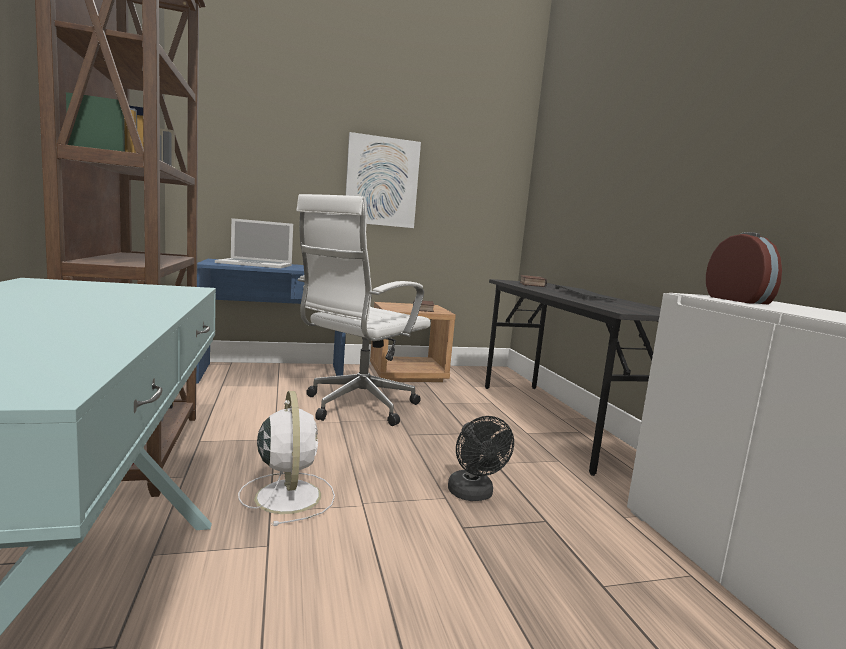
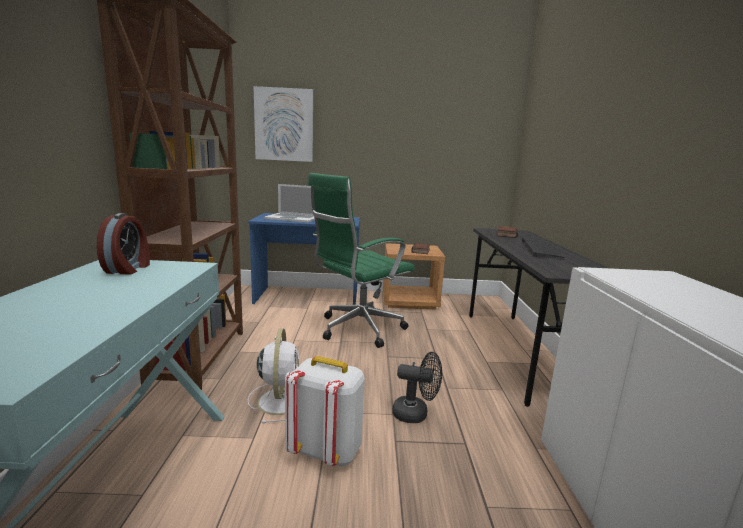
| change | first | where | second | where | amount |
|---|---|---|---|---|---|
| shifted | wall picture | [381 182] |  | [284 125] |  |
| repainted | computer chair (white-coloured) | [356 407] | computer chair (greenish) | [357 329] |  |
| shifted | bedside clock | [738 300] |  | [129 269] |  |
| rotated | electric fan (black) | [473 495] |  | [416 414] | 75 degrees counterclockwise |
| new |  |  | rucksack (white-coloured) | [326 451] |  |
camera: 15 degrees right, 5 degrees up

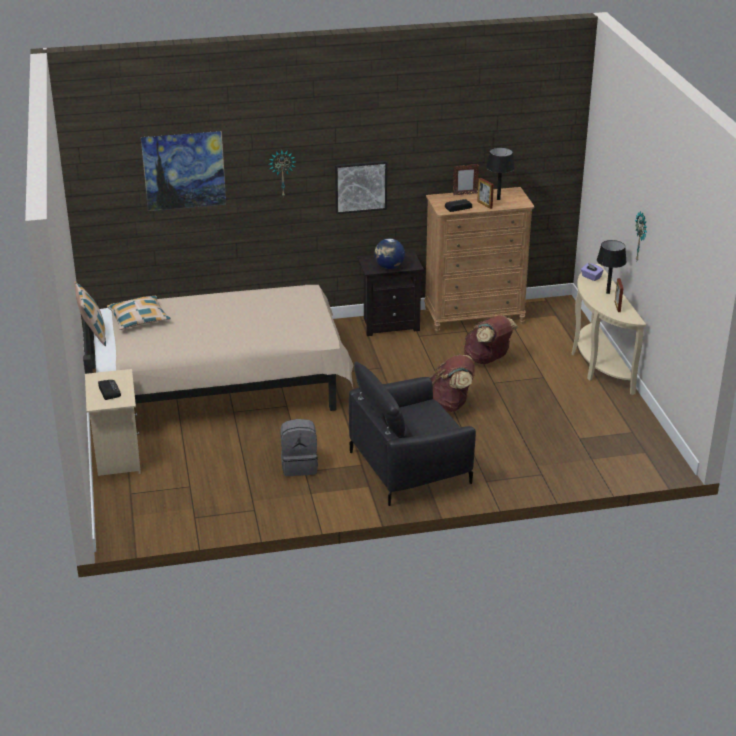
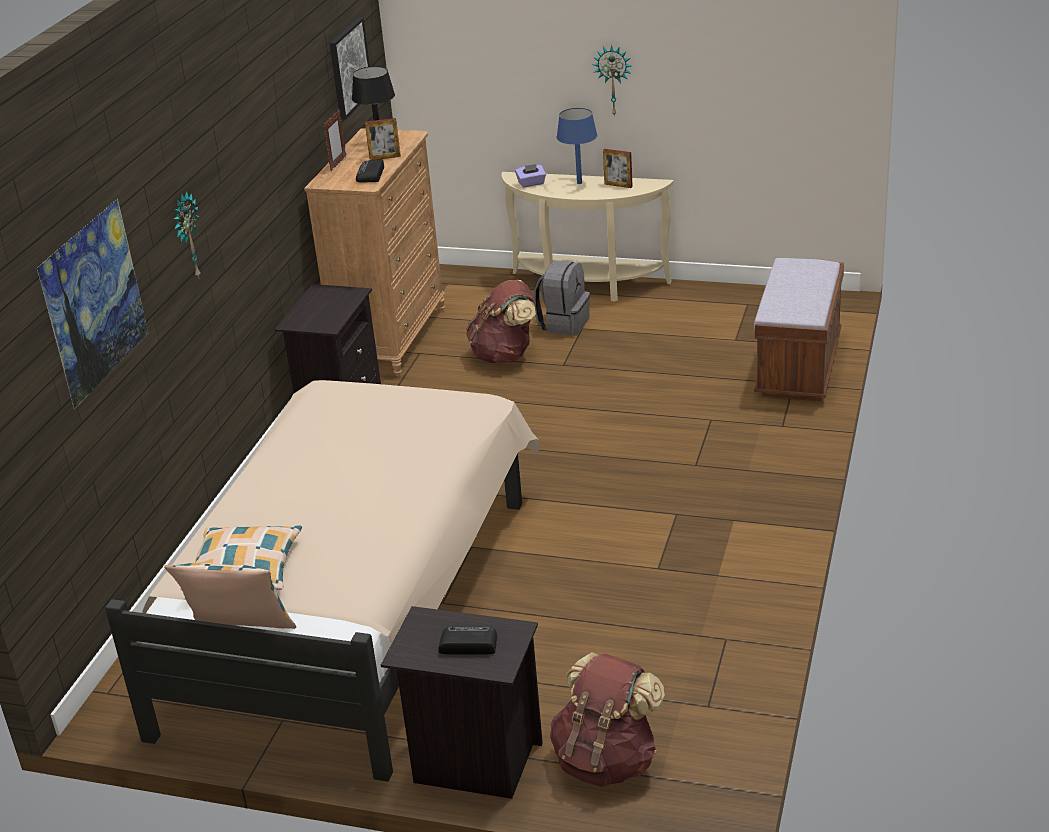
| change | first | where | second | where | amount |
|---|---|---|---|---|---|
| shifted | wall picture | [360 186] |  | [349 67] |  |
| gone | desk globe | [389 267] |  |  |  |
| repainted | lamp for a table (black) | [608 292] | lamp for a table (blue-coloured) | [579 183] |  |
| shifted | rucksack (brownish) | [449 405] |  | [607 760] |  |
| gone | armchair (black) | [410 467] |  |  |  |
| repainted | bedside table (beige) | [117 457] | bedside table (black) | [473 763] |  |
| shifted | rucksack (grey) | [299 466] |  | [563 324] |  |
| new |  |  | long seat (brownish) | [799 367] |  |
camera: 60 degrees left, 0 degrees up

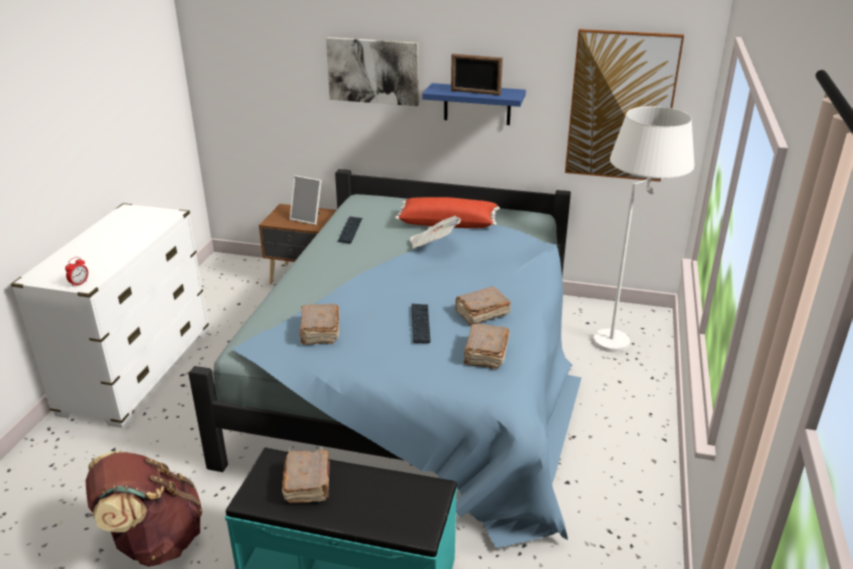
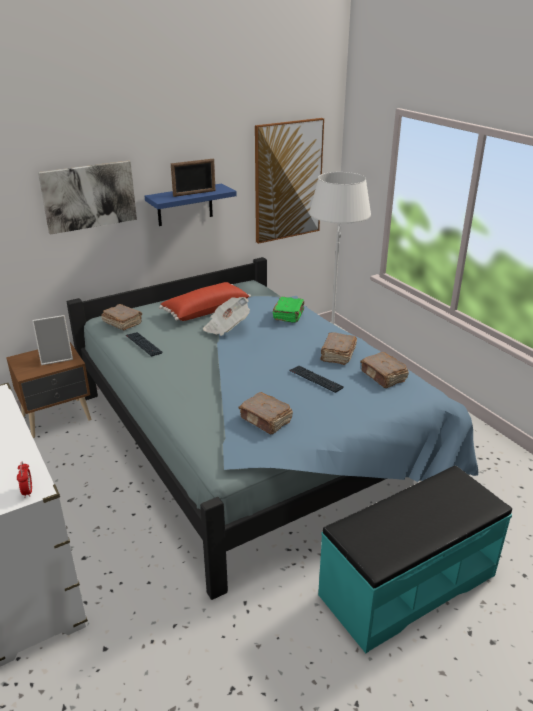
| change | first | where | second | where | amount |
|---|---|---|---|---|---|
| shifted | bound book (brownish) | [308 484] |  | [122 323] |  |
| gone | rucksack (brownish) | [154 541] |  |  |  |
| new |  |  | bound book (greenish) | [289 315] |  |
camera: 45 degrees left, 0 degrees up

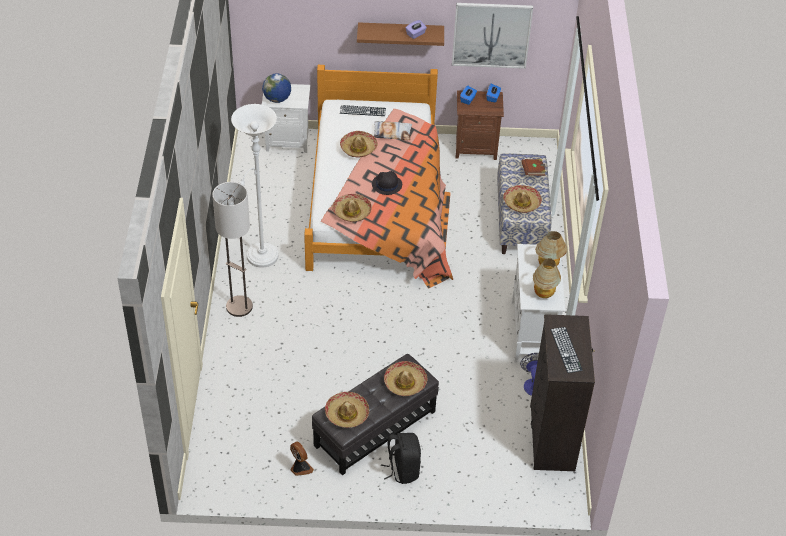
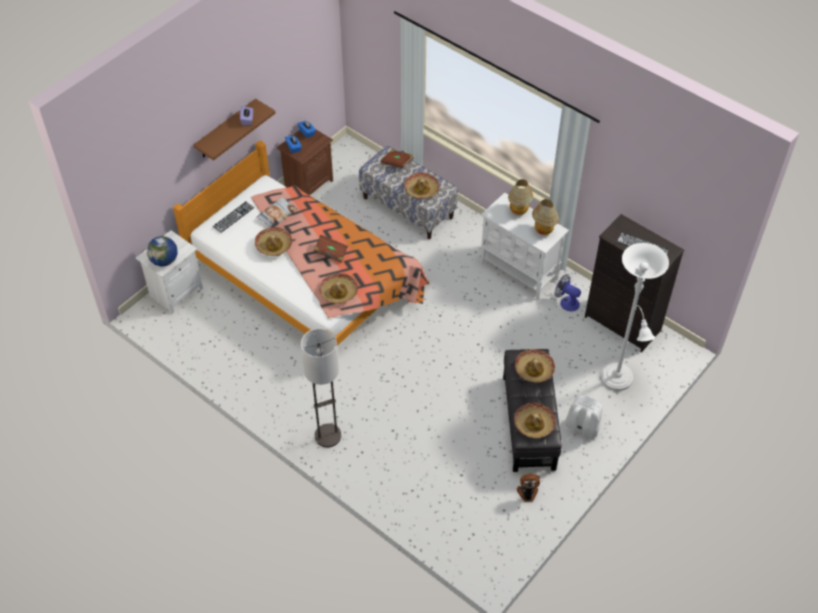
| change | first | where | second | where | amount |
|---|---|---|---|---|---|
| gone | wall picture | [491 35] |  |  |  |
| shifted | standard lamp (white-coloured) | [259 258] |  | [618 381] |  |
| swapped | clothing hat (black) | [386 185] | bound book (brownish) | [331 253] |  |
| repainted | rucksack (black) | [402 470] | rucksack (white-coloured) | [580 429] |  |
camera: 50 degrees left, 5 degrees up

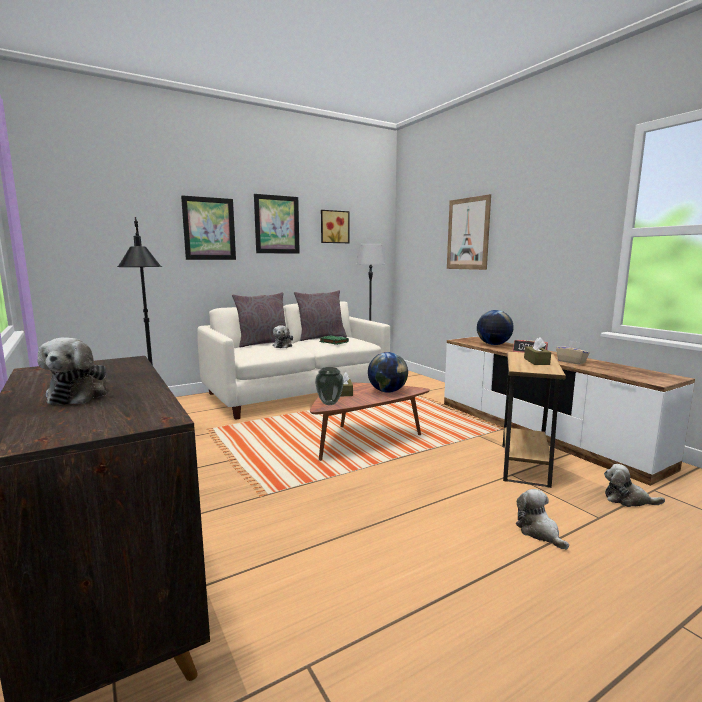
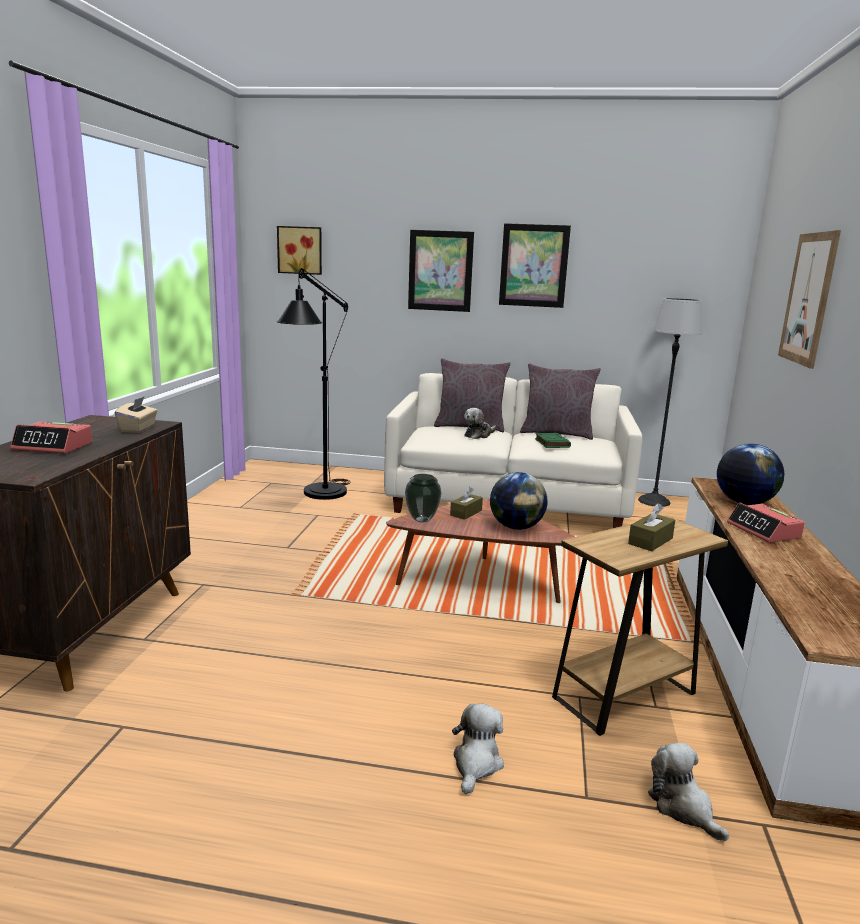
| change | first | where | second | where | amount |
|---|---|---|---|---|---|
| shifted | wall picture | [334 227] |  | [300 250] |  |
| swapped | plush toy | [80 394] | bedside clock | [53 446] |  |
| shifted | box of tissues (beige) | [571 362] |  | [138 429] |  |
camera: 40 degrees right, 5 degrees up

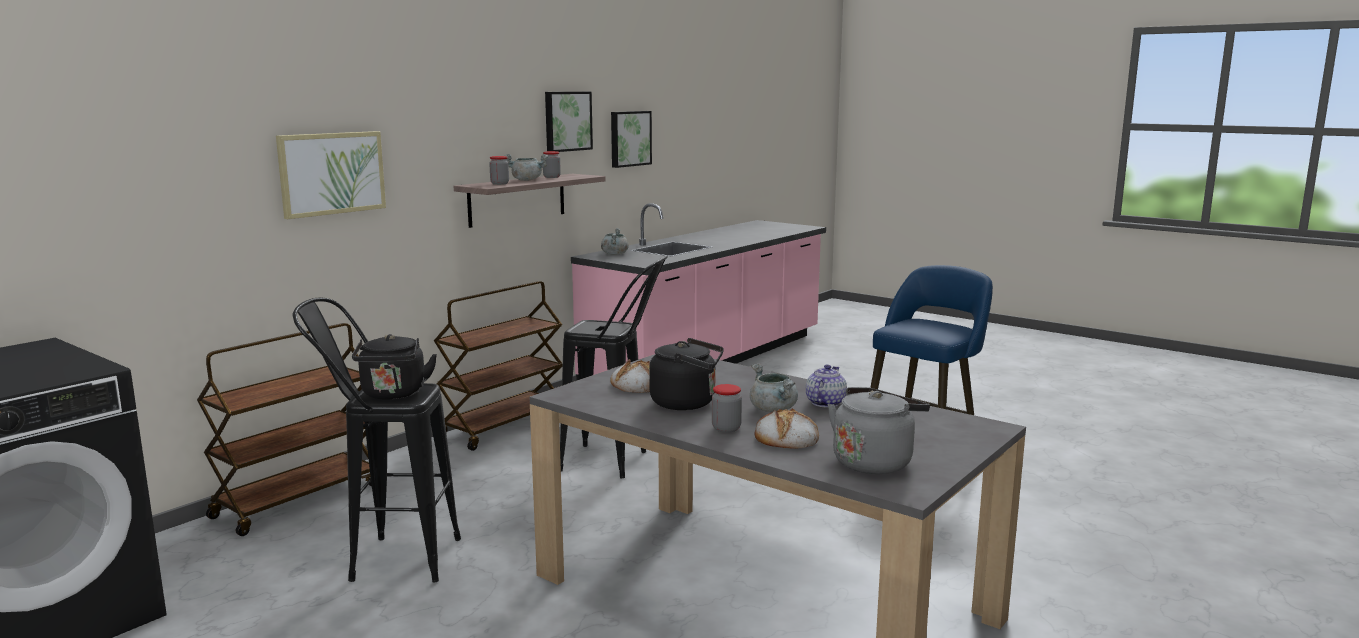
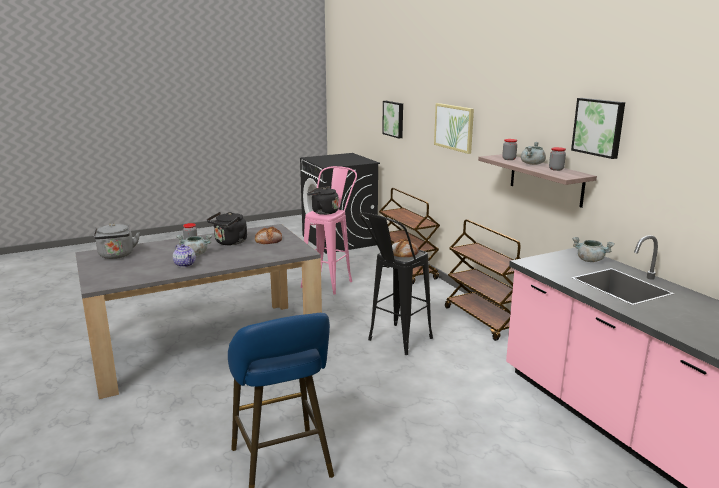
| change | first | where | second | where | amount |
|---|---|---|---|---|---|
| shifted | wall picture | [629 138] |  | [394 119] |  |
| repainted | sitting stool (black) | [388 559] | sitting stool (pink-coloured) | [330 282] |  |
| shifted | bread | [786 437] |  | [403 252] |  |
camera: 115 degrees right, 5 degrees up

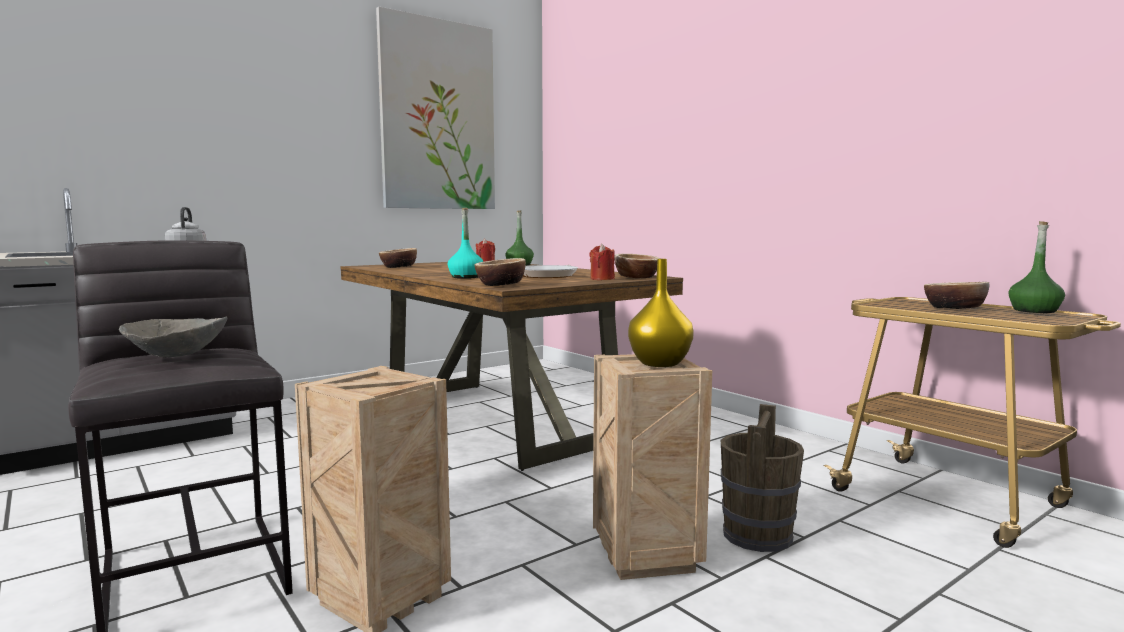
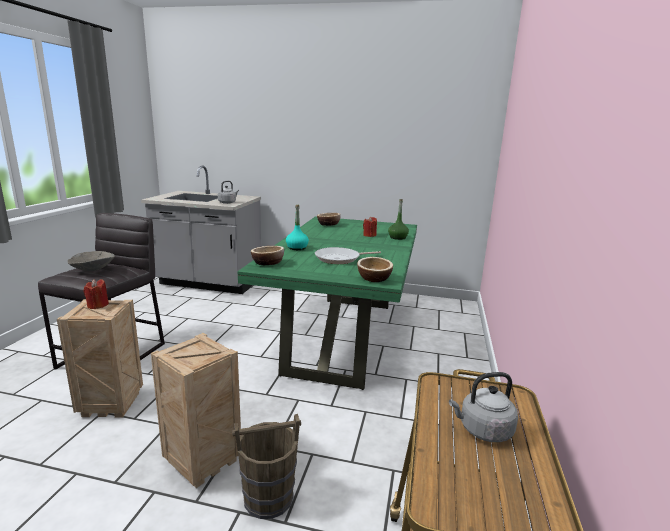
| change | first | where | second | where | amount |
|---|---|---|---|---|---|
| gone | wall picture | [438 116] |  |  |  |
| gone | drink bottle (greenish) | [1034 310] |  |  |  |
| shifted | candle (red-coloured) | [602 279] |  | [97 305] |  |
| gone | vase (yellow-coloured) | [659 363] |  |  |  |
| repainted | dining table (brownish) | [496 421] | dining table (greenish) | [342 337] |  |
| swapped | deep dish | [954 308] | tea kettle (grey) | [482 430] |  |
camera: 50 degrees right, 10 degrees up

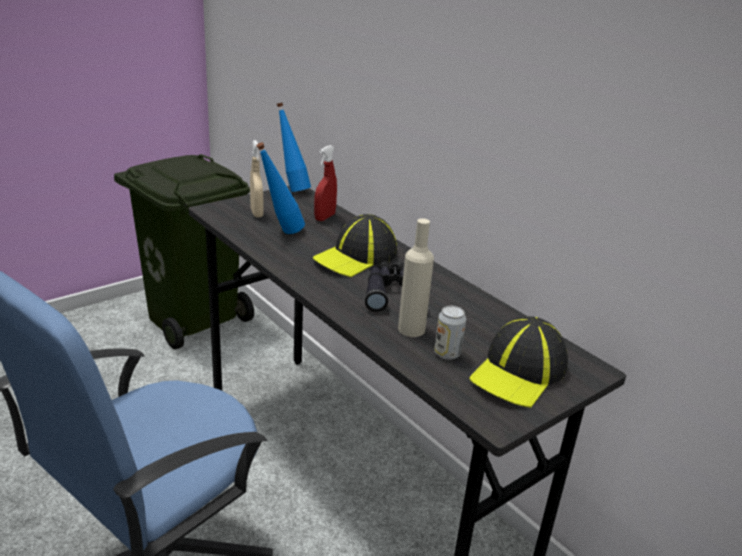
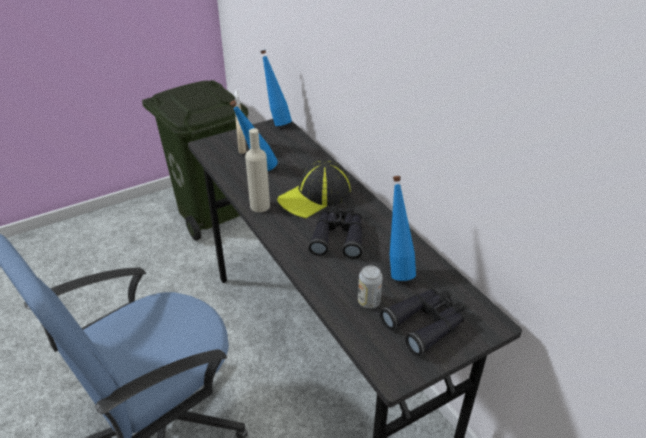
| change | first | where | second | where | amount |
|---|---|---|---|---|---|
| gone | spray bottle (red-coloured) | [325 217] |  |  |  |
| shifted | drink bottle (beige) | [411 329] |  | [260 206] |  |
| swapped | cap | [519 372] | binoculars (black) | [426 323] |  |
| new |  |  | drink bottle (blue-coloured) | [397 269] |  |
camera: 10 degrees right, 10 degrees up

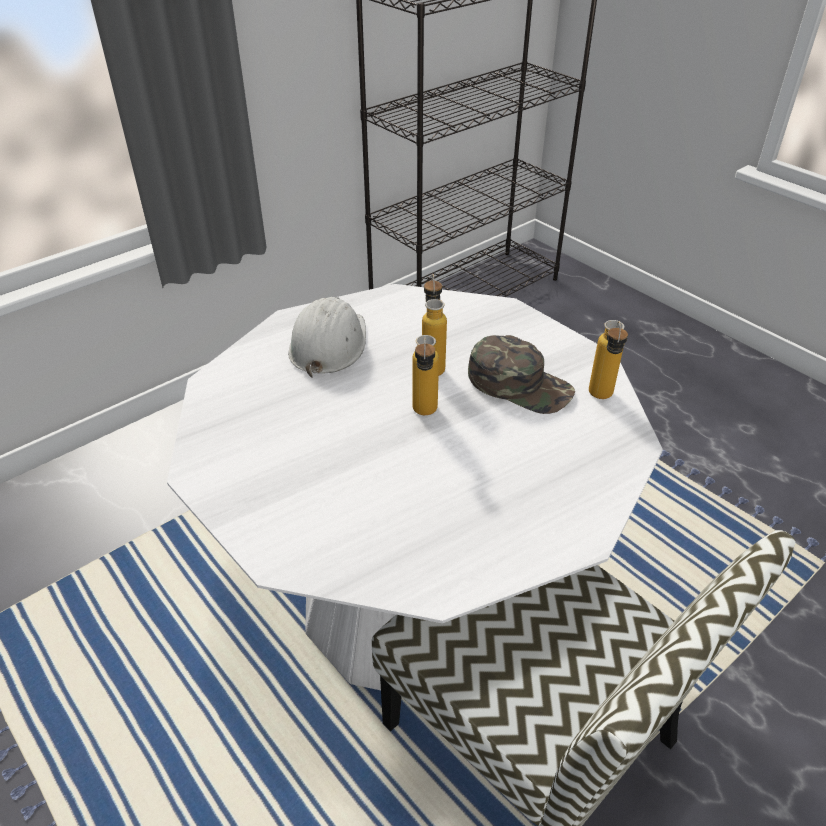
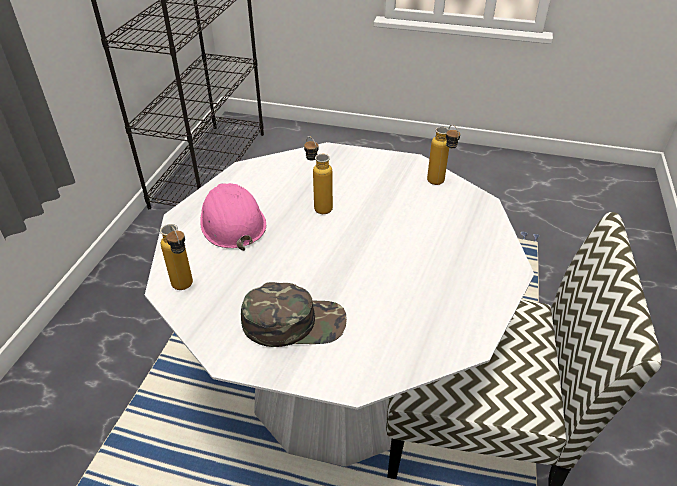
| change | first | where | second | where | amount |
|---|---|---|---|---|---|
| repainted | hard hat (white-coloured) | [328 345] | hard hat (pink-coloured) | [231 222] |  |
| shifted | drink bottle | [424 415] |  | [185 289] |  |
| shifted | cap (greenish) | [520 384] |  | [294 322] |  |
camera: 35 degrees left, 0 degrees up

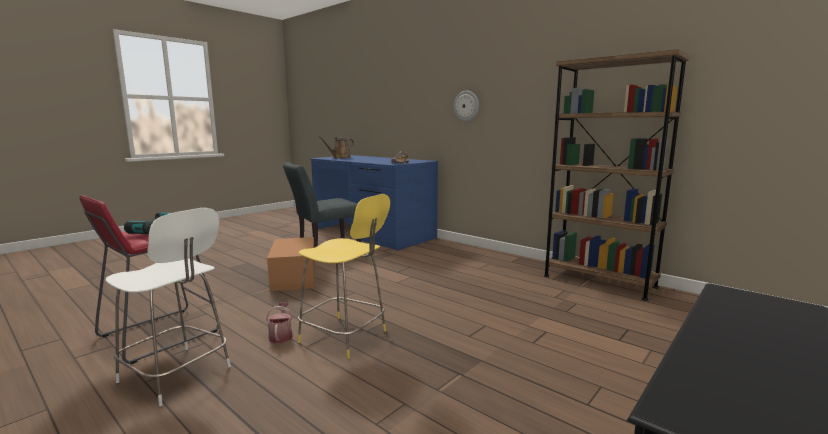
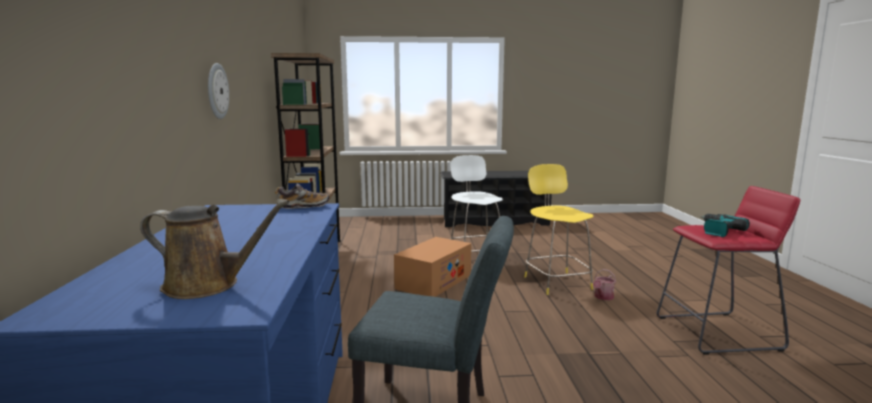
| change | first | where | second | where | amount |
|---|---|---|---|---|---|
| shifted | sitting stool (white-coloured) | [177 375] |  | [475 258] |  |
| shifted | cardboard box | [294 277] |  | [433 281] |  |
camera: 135 degrees left, 0 degrees up

